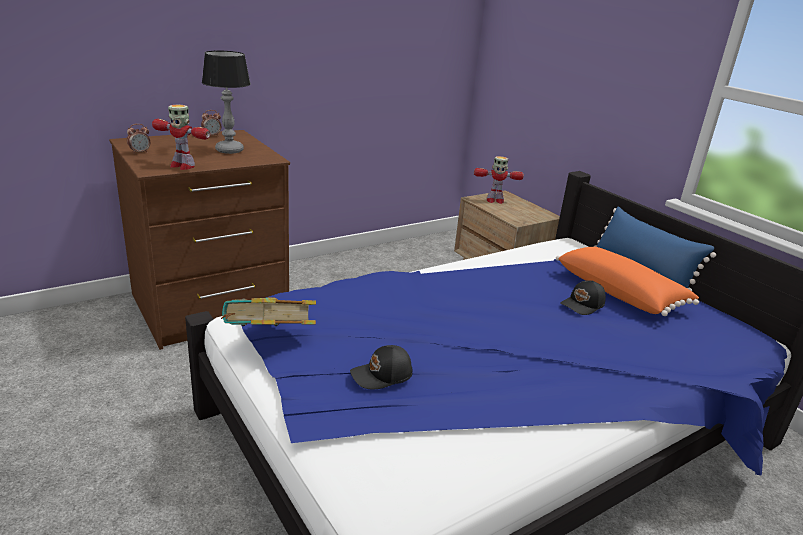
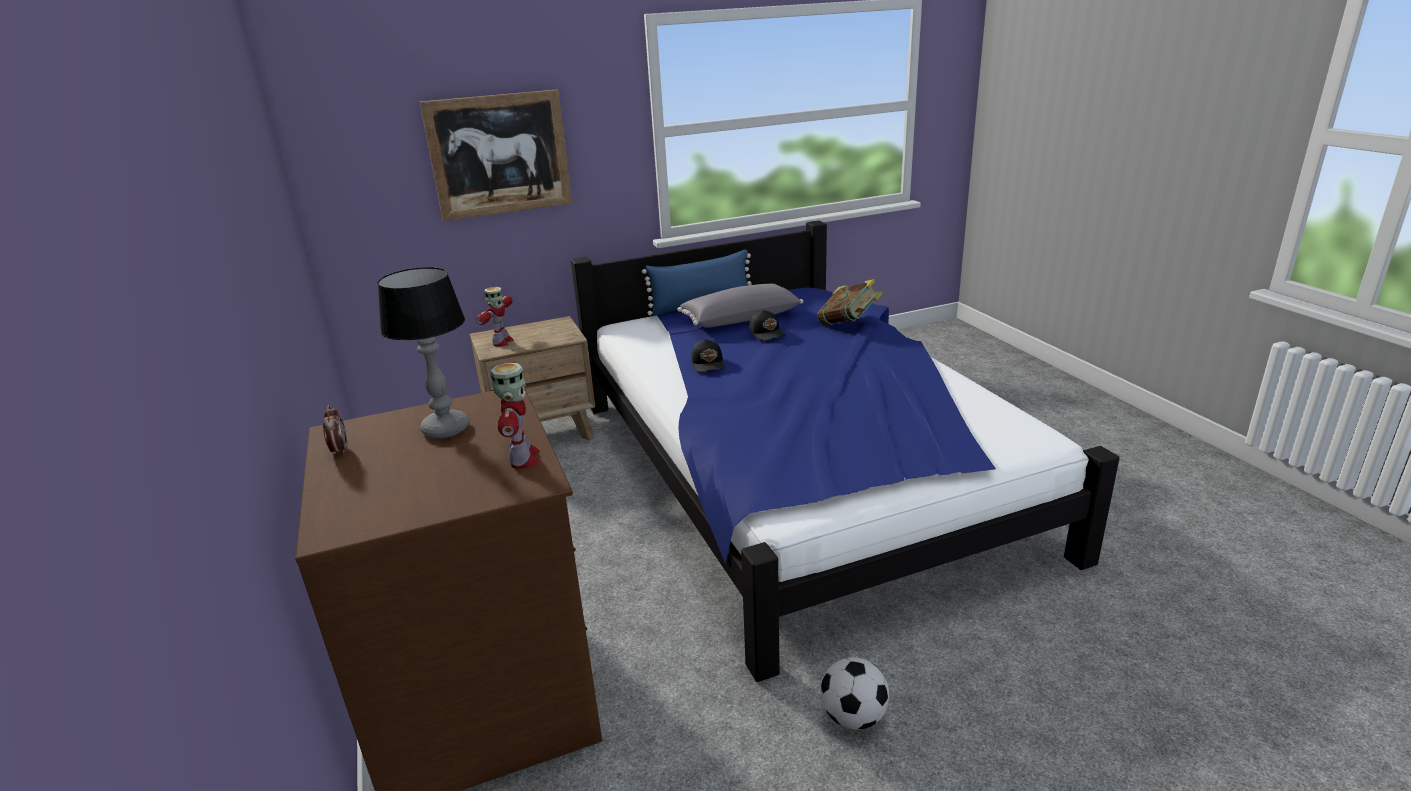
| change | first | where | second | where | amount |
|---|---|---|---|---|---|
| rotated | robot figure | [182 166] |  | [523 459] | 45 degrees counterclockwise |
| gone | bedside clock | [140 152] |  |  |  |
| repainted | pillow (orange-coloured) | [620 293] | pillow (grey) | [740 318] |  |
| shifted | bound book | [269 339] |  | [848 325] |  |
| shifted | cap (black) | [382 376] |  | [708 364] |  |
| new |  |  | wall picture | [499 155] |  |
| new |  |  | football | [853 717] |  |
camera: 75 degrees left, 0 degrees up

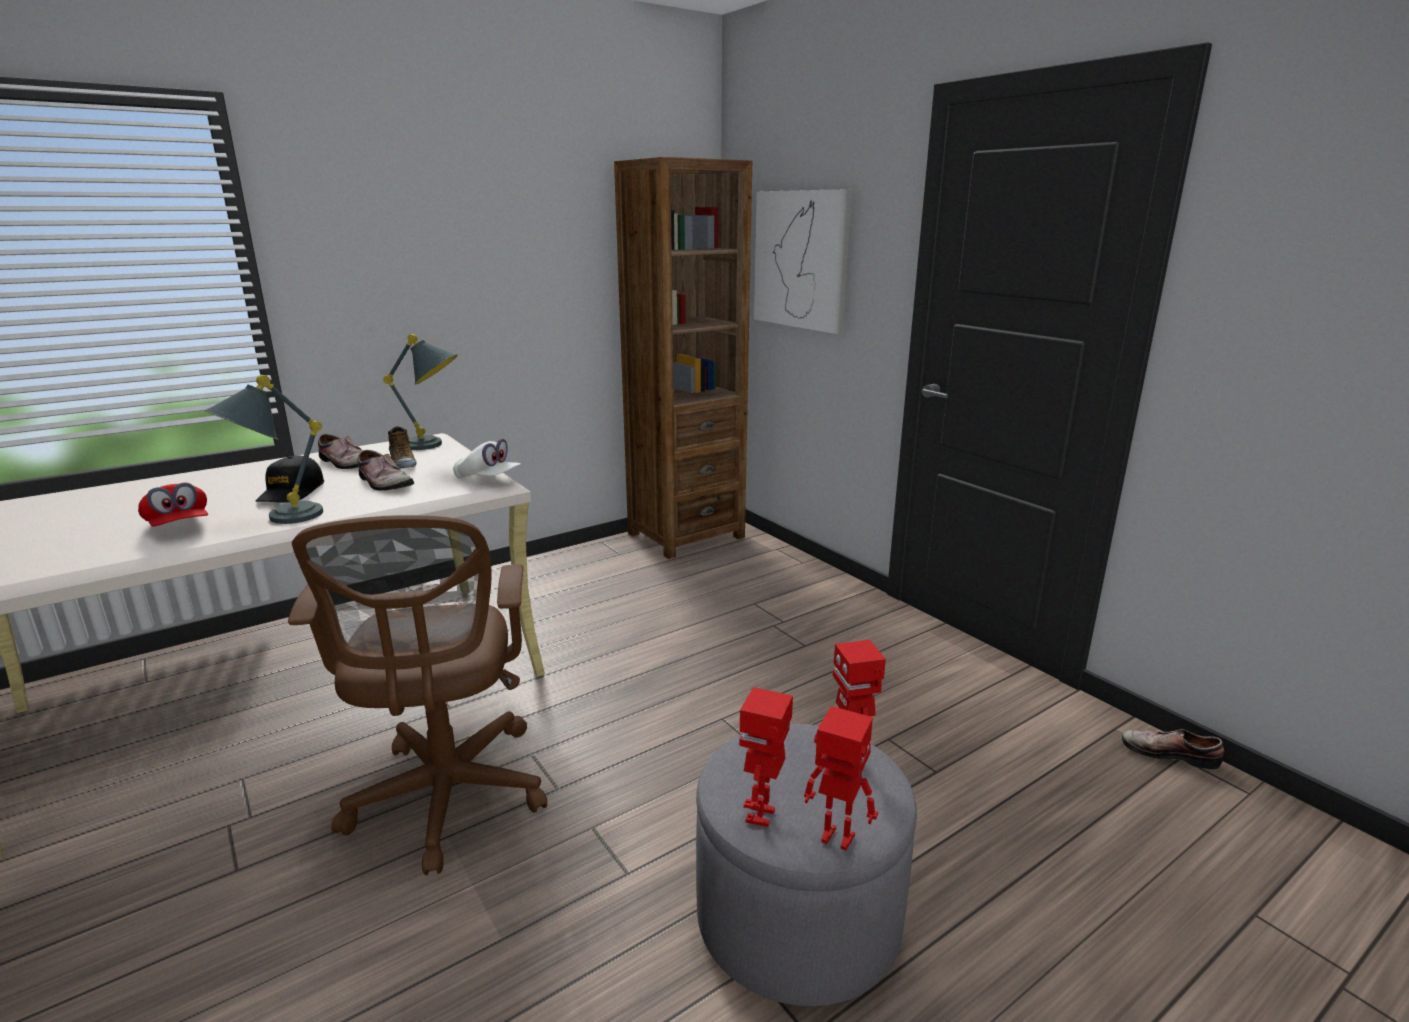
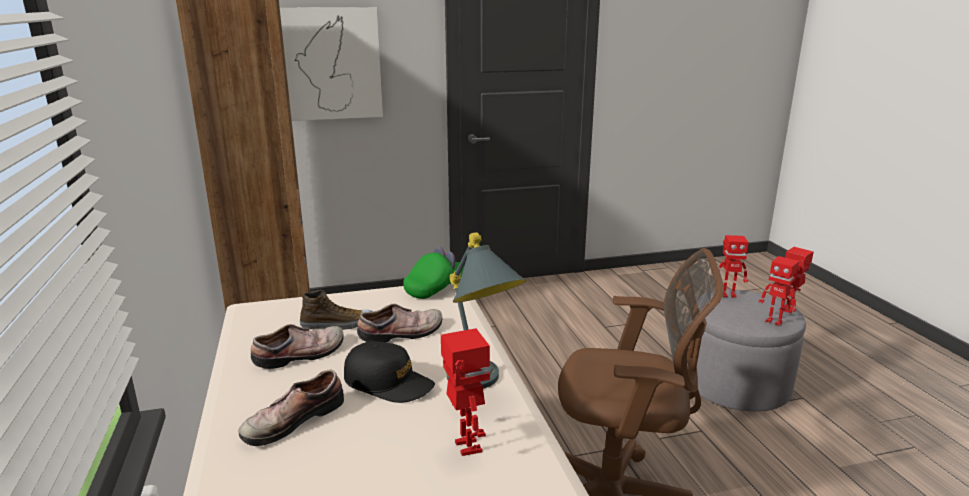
| change | first | where | second | where | amount |
|---|---|---|---|---|---|
| gone | lamp for a table (grey) | [435 445] |  |  |  |
| repainted | cap (white-coloured) | [488 479] | cap (greenish) | [435 288] |  |
| swapped | cap (red-coloured) | [179 527] | robot figure | [466 447] |  |
| shifted | item of footwear | [1168 752] |  | [291 419] |  |
camera: 70 degrees left, 0 degrees up

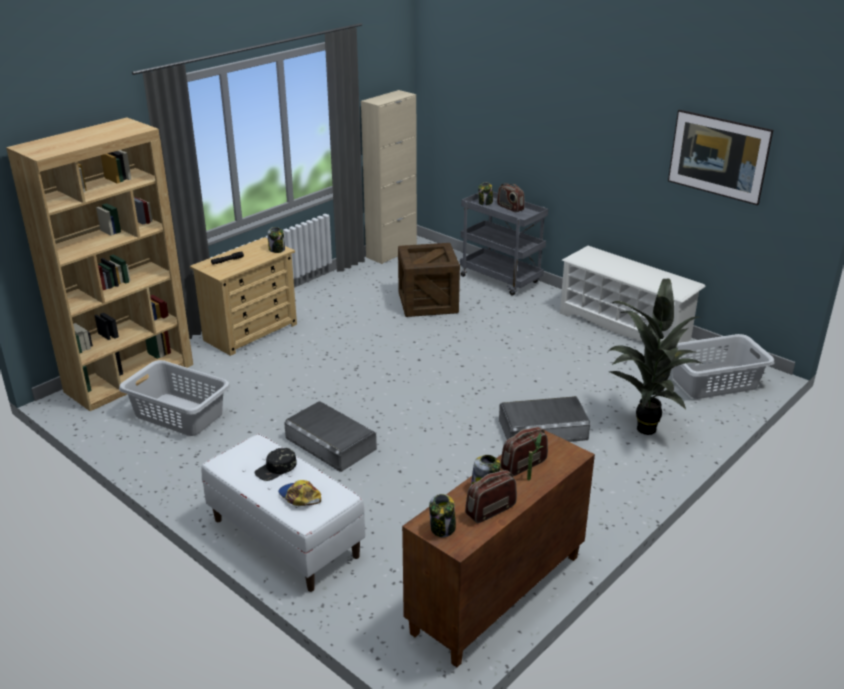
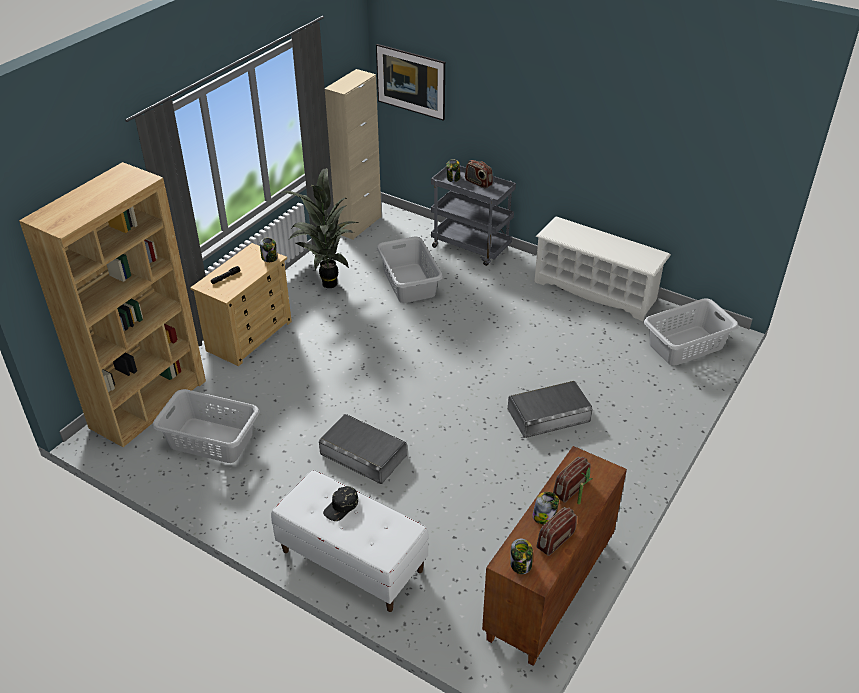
| change | first | where | second | where | amount |
|---|---|---|---|---|---|
| shifted | wall picture | [715 174] |  | [411 96] |  |
| swapped | crate | [428 303] | laundry basket (grey) | [409 283] |  |
| shifted | houseplant | [641 429] |  | [326 284] |  |
| gone | cap | [299 497] |  |  |  |
camera: 10 degrees left, 10 degrees up

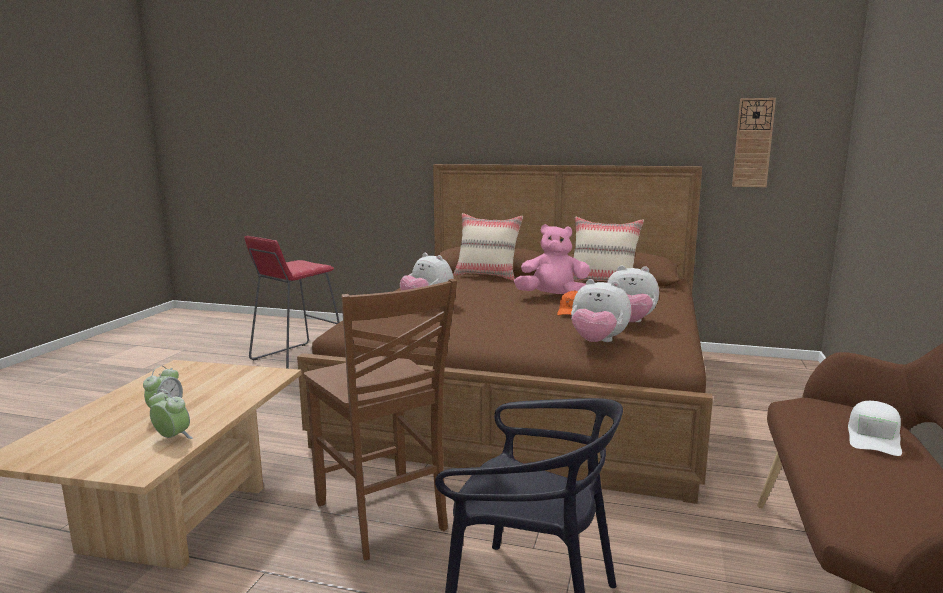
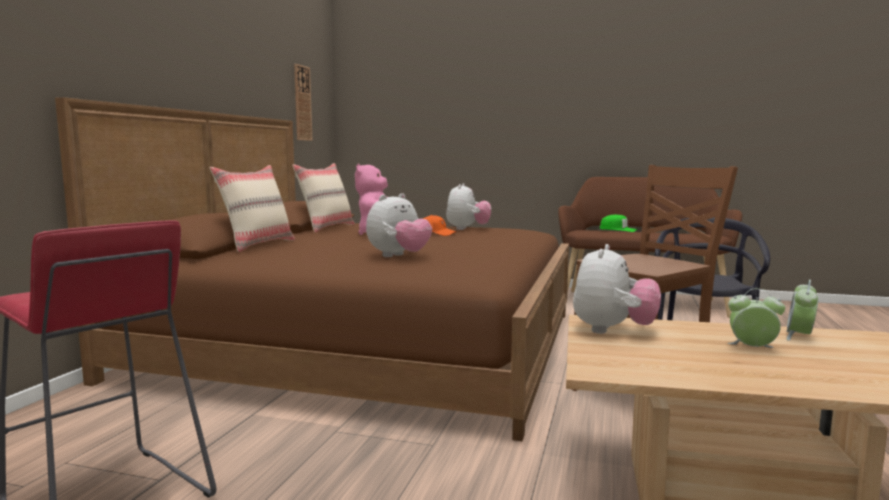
| change | first | where | second | where | amount |
|---|---|---|---|---|---|
| shifted | plush toy | [597 342] |  | [613 330] |  |
| repainted | cap (white-coloured) | [874 437] | cap (greenish) | [618 230] |  |
camera: 90 degrees left, 5 degrees down

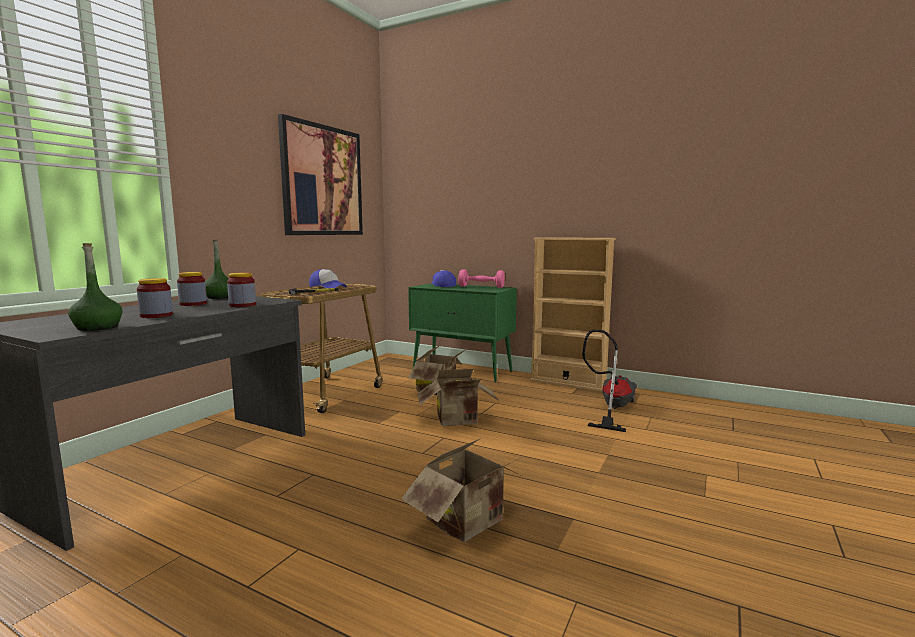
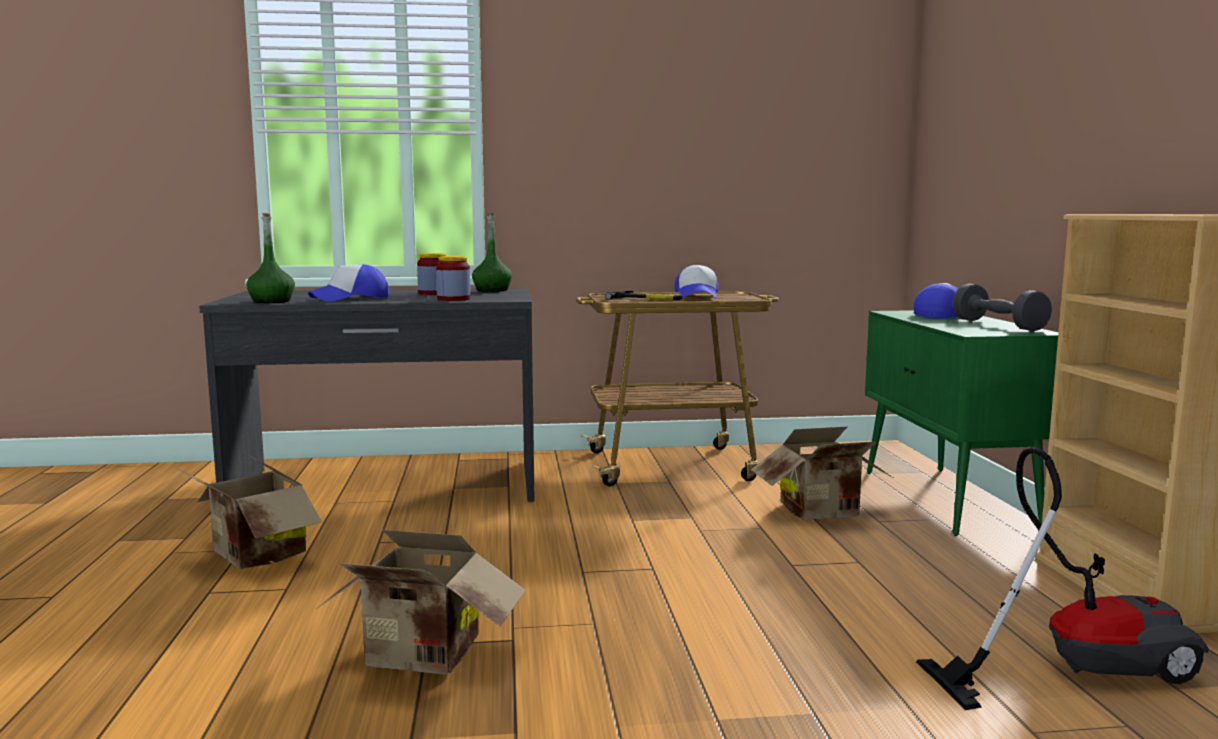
| change | first | where | second | where | amount |
|---|---|---|---|---|---|
| gone | wall picture | [322 181] |  |  |  |
| repainted | dumbbell (pink-coloured) | [481 287] | dumbbell (grey) | [998 325] |  |
| swapped | jar | [156 315] | cap | [351 298] |  |
| shifted | cardboard box | [458 421] |  | [253 557] |  |
camera: 55 degrees right, 0 degrees up

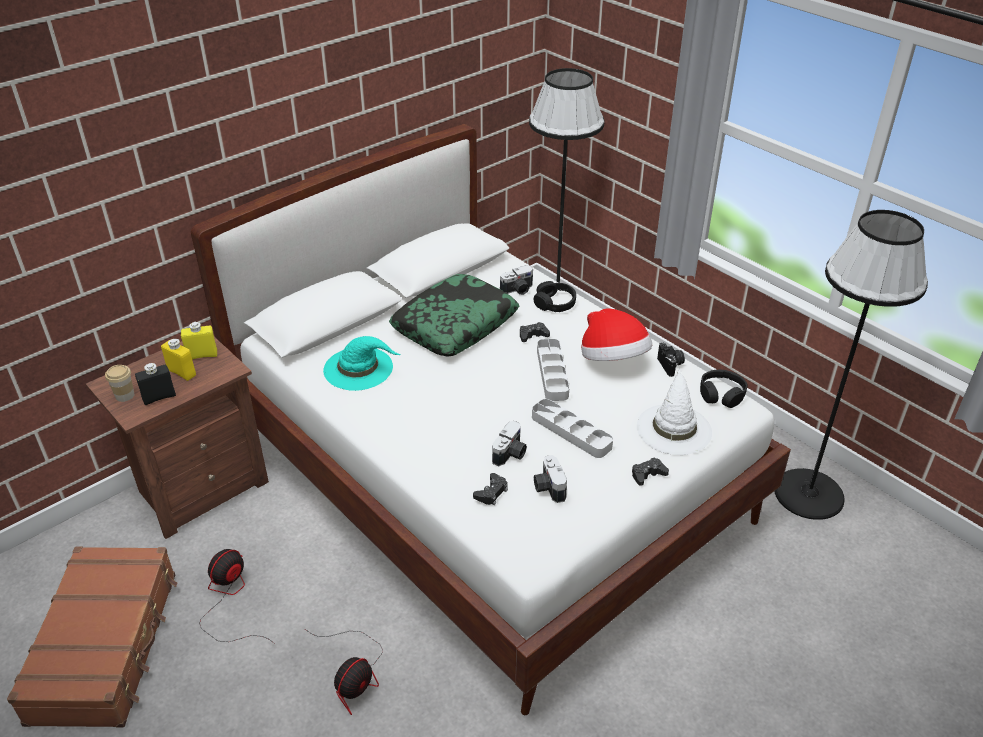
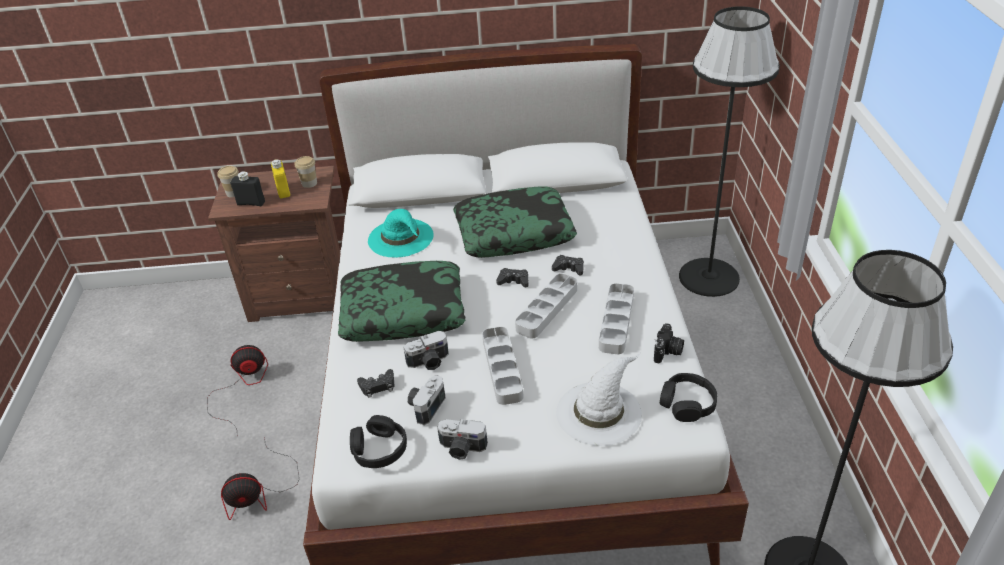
| change | first | where | second | where | amount |
|---|---|---|---|---|---|
| shifted | photo camera | [518 290] |  | [462 449] |  |
| shifted | pair of headphones (black) | [555 303] |  | [379 449] |  |
| swapped | clothing hat | [613 360] | carrying tray (grey) | [616 322] |  |
| swapped | drink bottle (yellow-coloured) | [202 355] | drinking cup | [309 183] |  |
| shifted | joypad (black) | [648 474] |  | [513 281] |  |
| gone | piece of luggage (brownish) | [106 645] |  |  |  |
| new |  |  | pillow | [403 312] |  |
camera: 40 degrees right, 0 degrees up

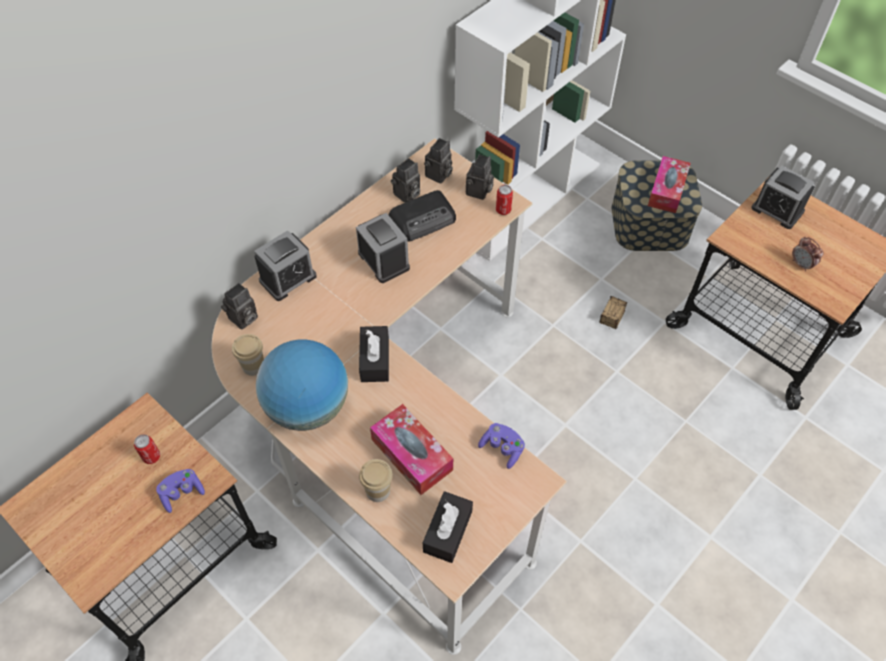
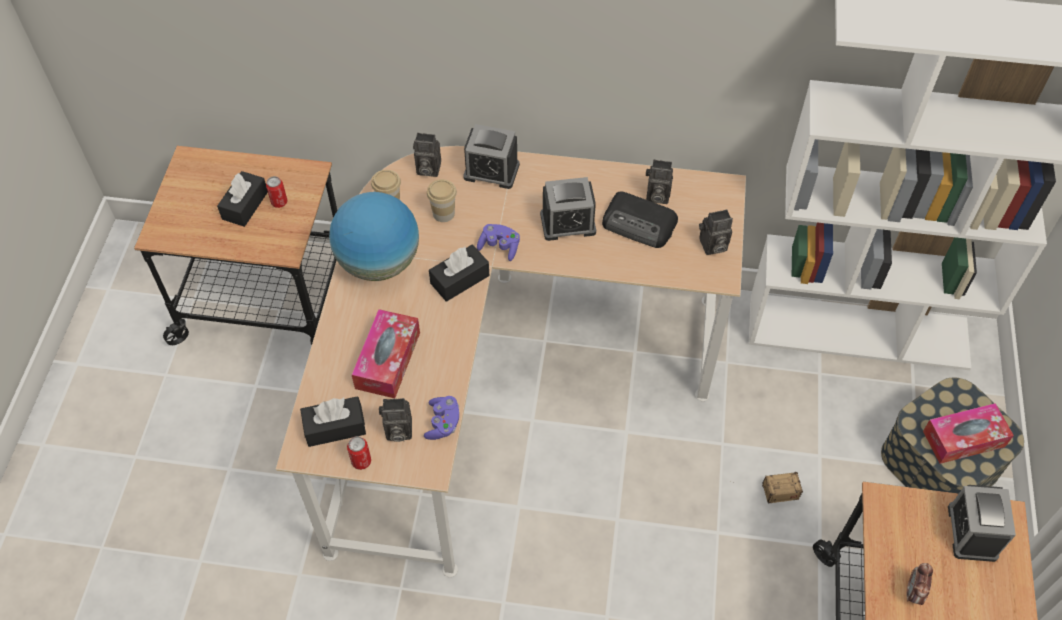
| change | first | where | second | where | amount |
|---|---|---|---|---|---|
| shifted | photo camera | [438 175] |  | [397 431] |  |
| shifted | can | [503 210] |  | [361 461] |  |
| rotated | bedside clock | [383 260] |  | [568 223] | 60 degrees clockwise |
| shifted | drinking cup | [378 490] |  | [443 213] |  |
| shifted | joypad (purple) | [182 493] |  | [499 247] |  |
| new |  |  | box of tissues (black) | [245 205] |  |
camera: 55 degrees right, 0 degrees up

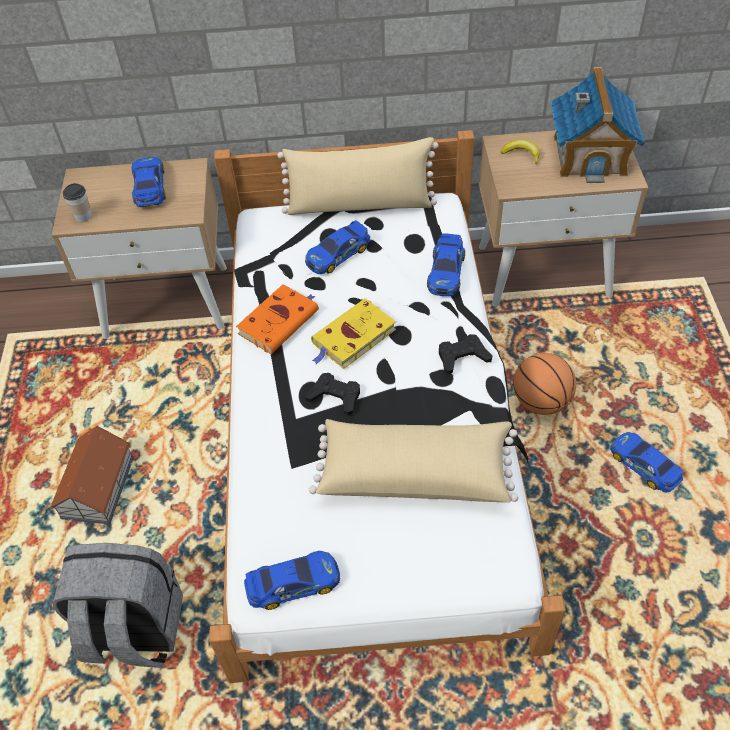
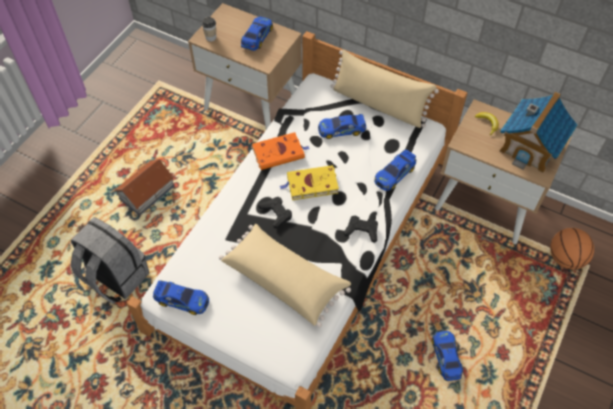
| change | first | where | second | where | amount |
|---|---|---|---|---|---|
| shifted | basketball | [540 402] |  | [565 258] |  |
camera: 30 degrees right, 5 degrees up

